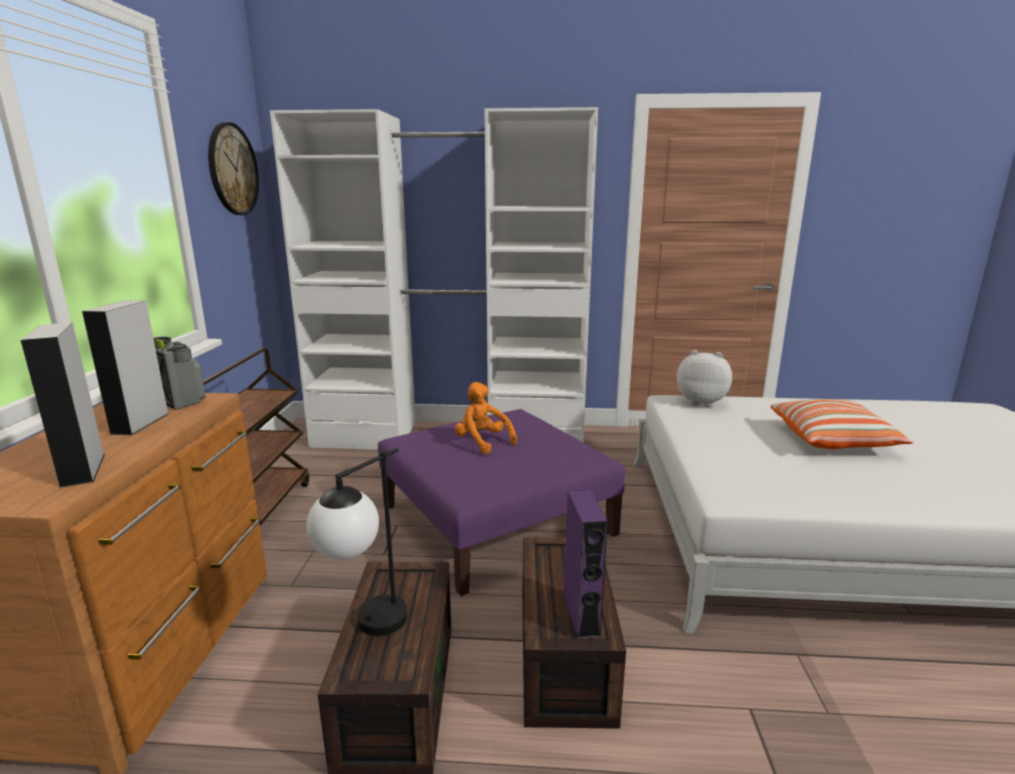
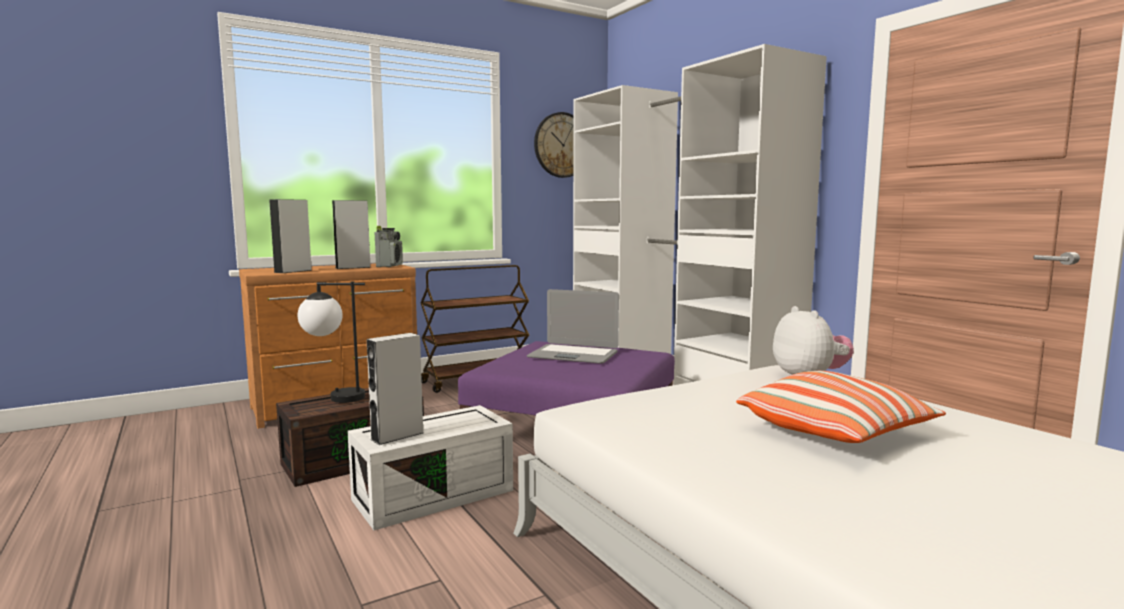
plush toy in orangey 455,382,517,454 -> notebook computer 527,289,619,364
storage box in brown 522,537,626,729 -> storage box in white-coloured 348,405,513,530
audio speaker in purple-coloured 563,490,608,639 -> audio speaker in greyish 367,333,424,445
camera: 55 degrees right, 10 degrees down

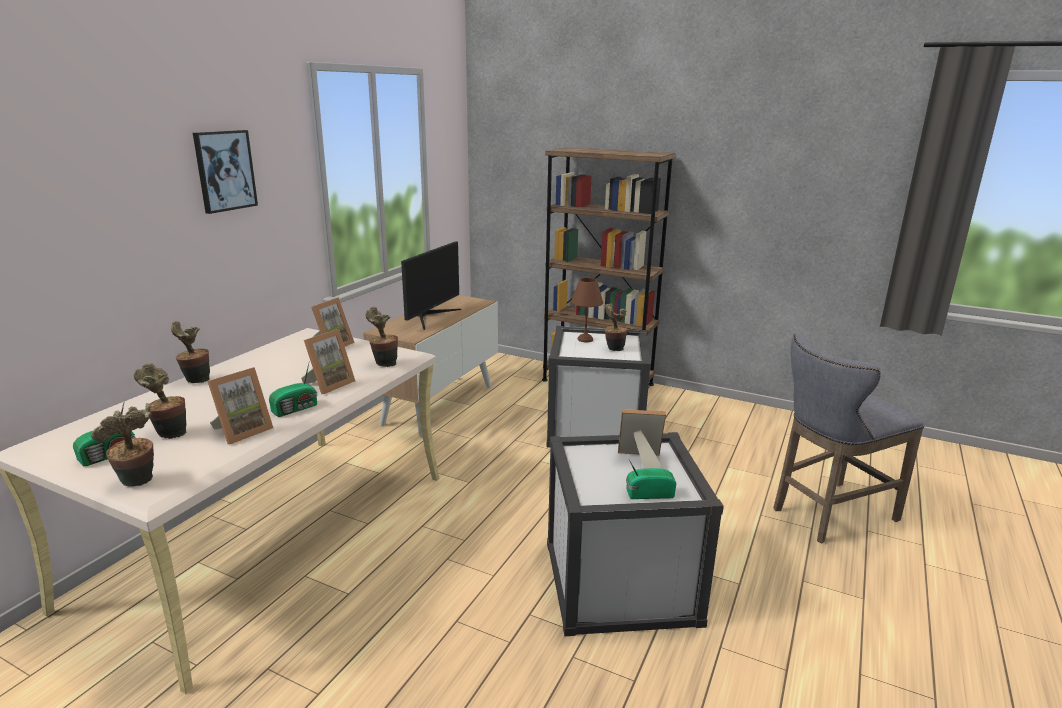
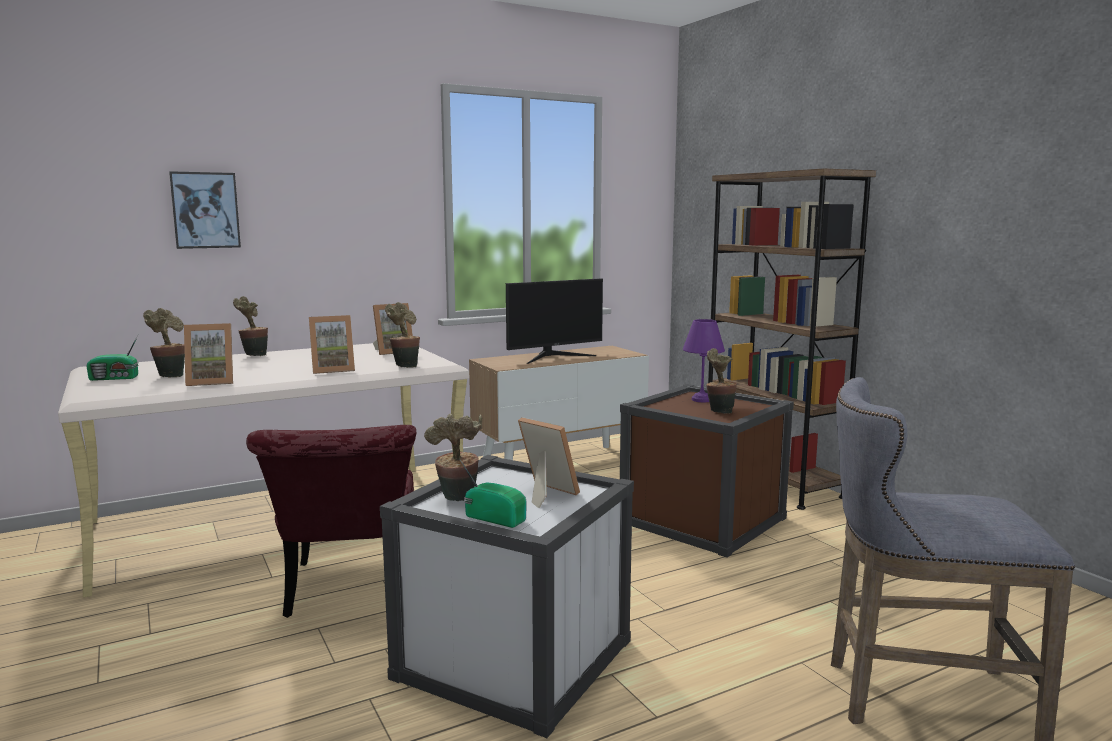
houseplant 91,403,154,487 -> houseplant 424,413,482,501, moved
wall picture 193,130,258,214 -> wall picture 169,171,241,249, moved
radio set 269,363,317,417 -> none
storage box in white-coloured 546,326,651,448 -> storage box in brown 620,384,794,558
table lamp in brown 571,278,603,342 -> table lamp in purple-coloured 683,319,725,402
none -> chair in red-coloured 246,425,416,618
camera: 35 degrees right, 10 degrees down

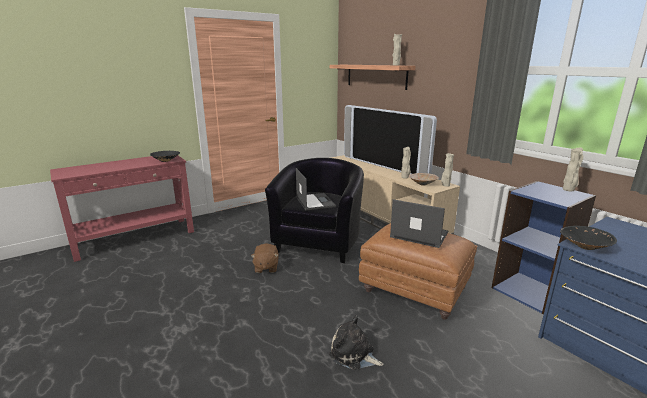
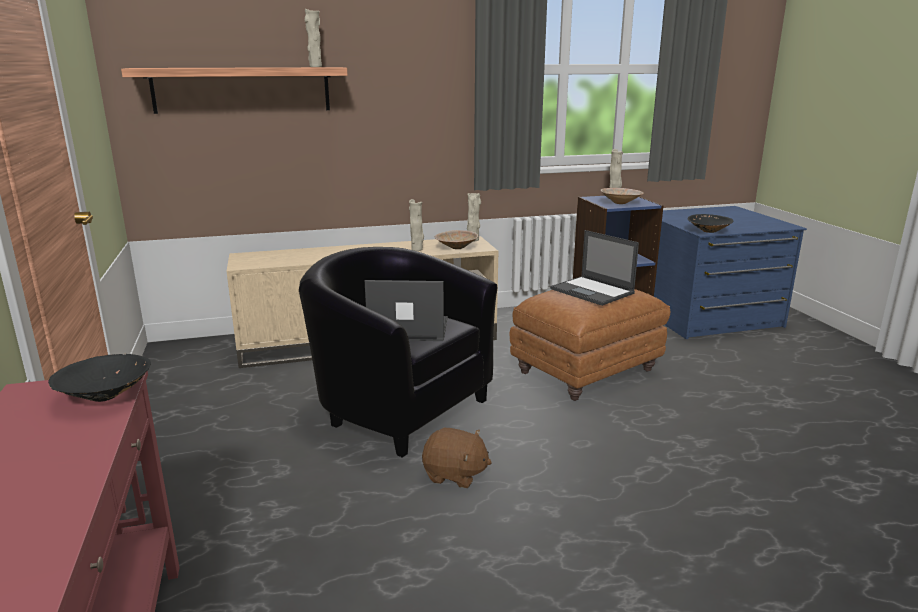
plush toy 329,315,384,370 -> none
television 344,105,437,174 -> none
notebook computer 390,199,448,248 -> notebook computer 550,230,639,306, 90 degrees counterclockwise
none -> serving bowl in beige 601,188,644,204
camera: 70 degrees left, 0 degrees up

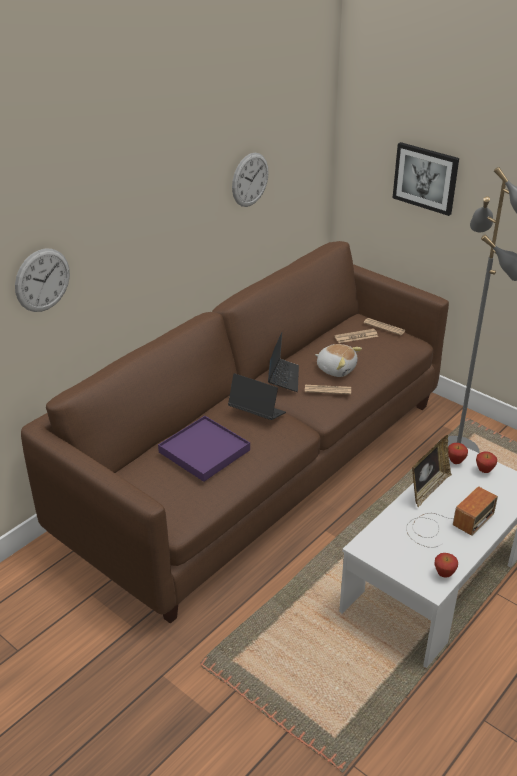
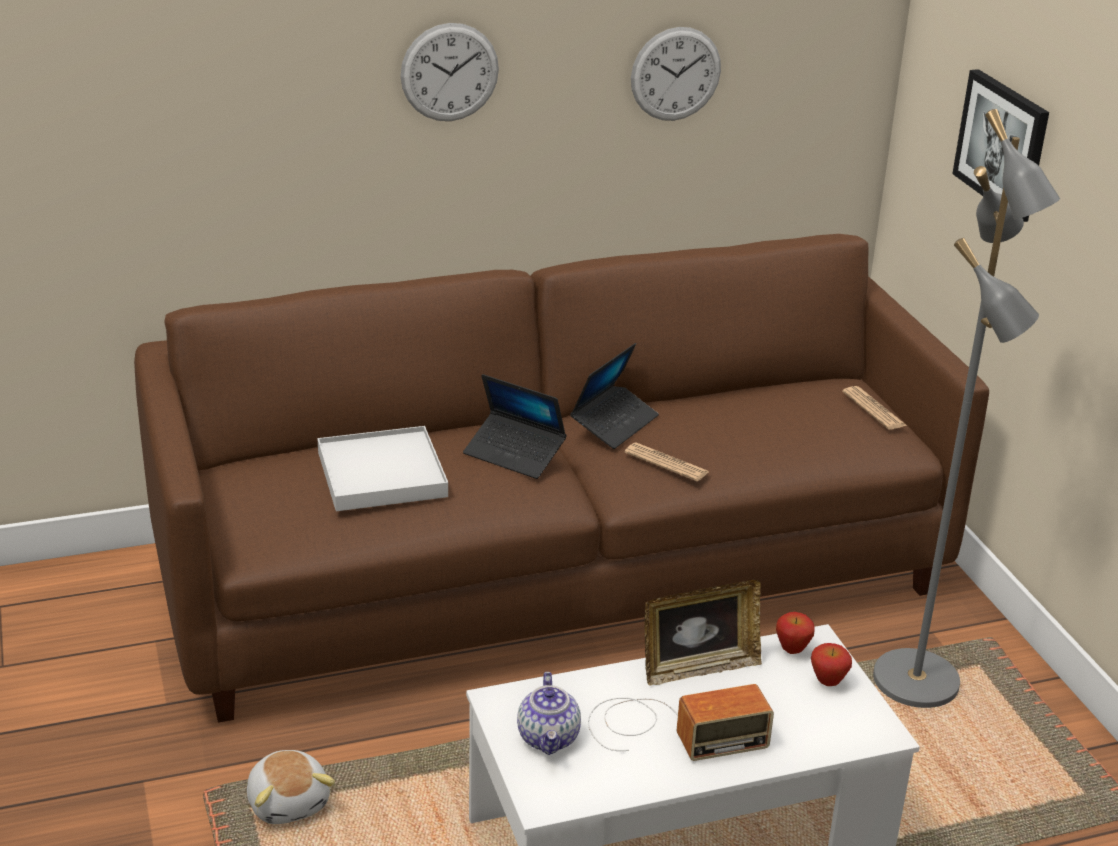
clock on the wall 15,248,70,312 -> clock on the wall 400,23,499,121, moved
serving tray in purple-coloured 158,416,250,482 -> serving tray in white-coloured 317,426,448,511
notebook computer 228,373,286,420 -> notebook computer 463,374,567,479, 150 degrees clockwise
plush toy 315,344,362,377 -> plush toy 247,750,335,824, moved
newspaper 334,329,378,343 -> none
apple fruit 435,553,458,578 -> none
none -> pot for tea 517,672,581,755
camera: 30 degrees right, 5 degrees down

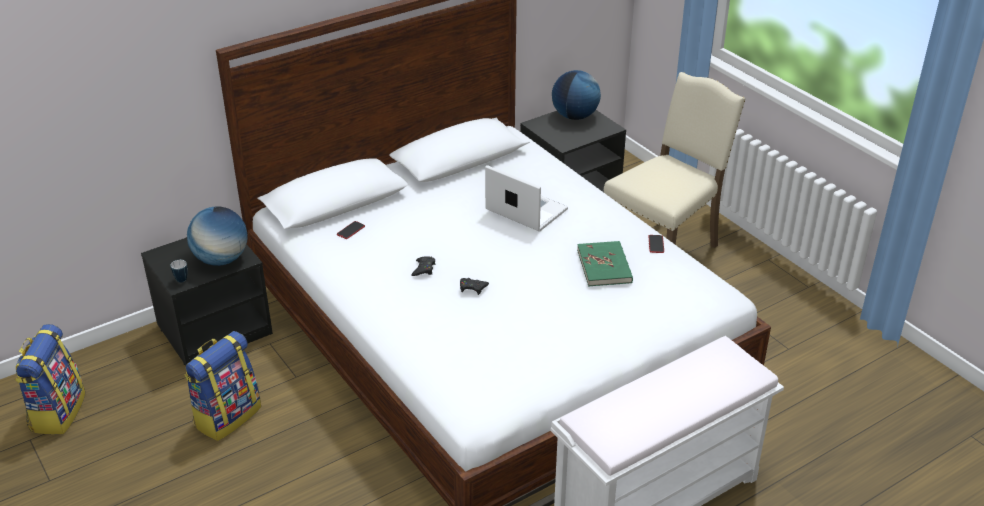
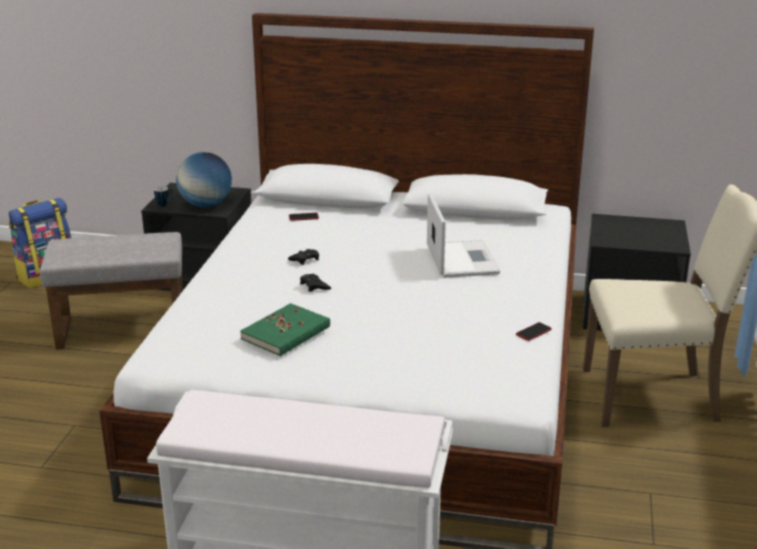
rucksack 184,331,261,441 -> ottoman in greyish 40,232,183,350
desk globe 552,70,601,120 -> none
volume in greenish 577,241,633,286 -> volume in greenish 240,303,330,356, moved
camera: 45 degrees right, 10 degrees down

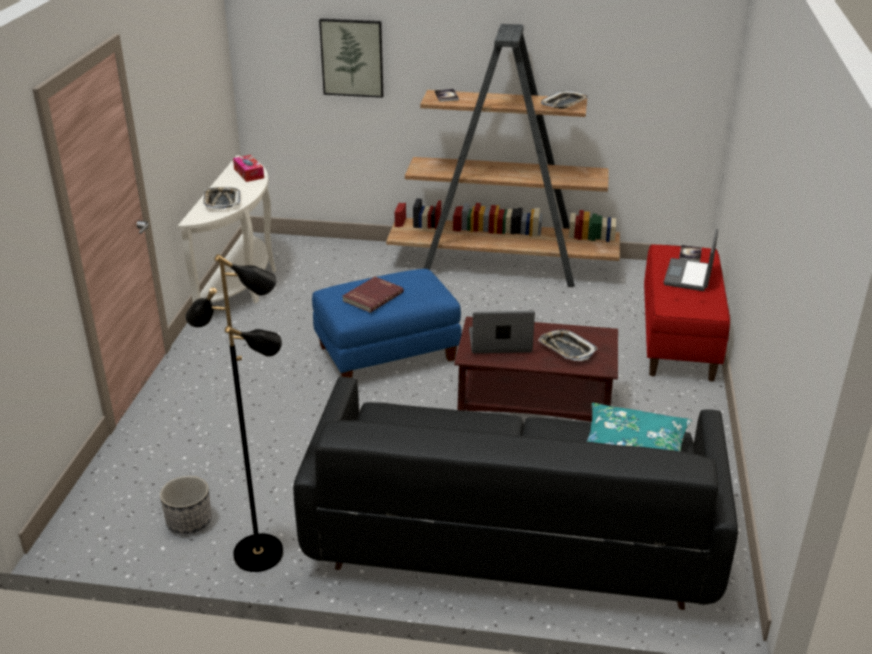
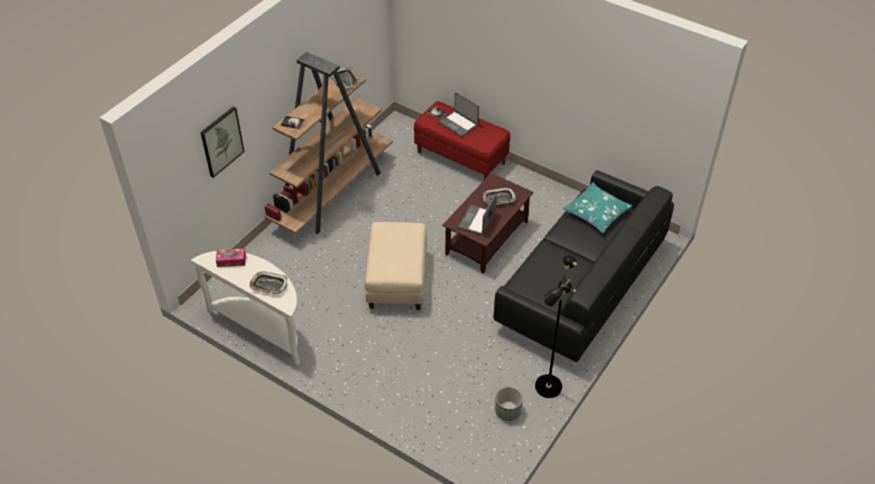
ottoman in blue-coloured 312,269,462,378 -> ottoman in beige 365,222,427,310
volume in red-coloured 343,277,404,313 -> none
camera: 65 degrees left, 15 degrees up

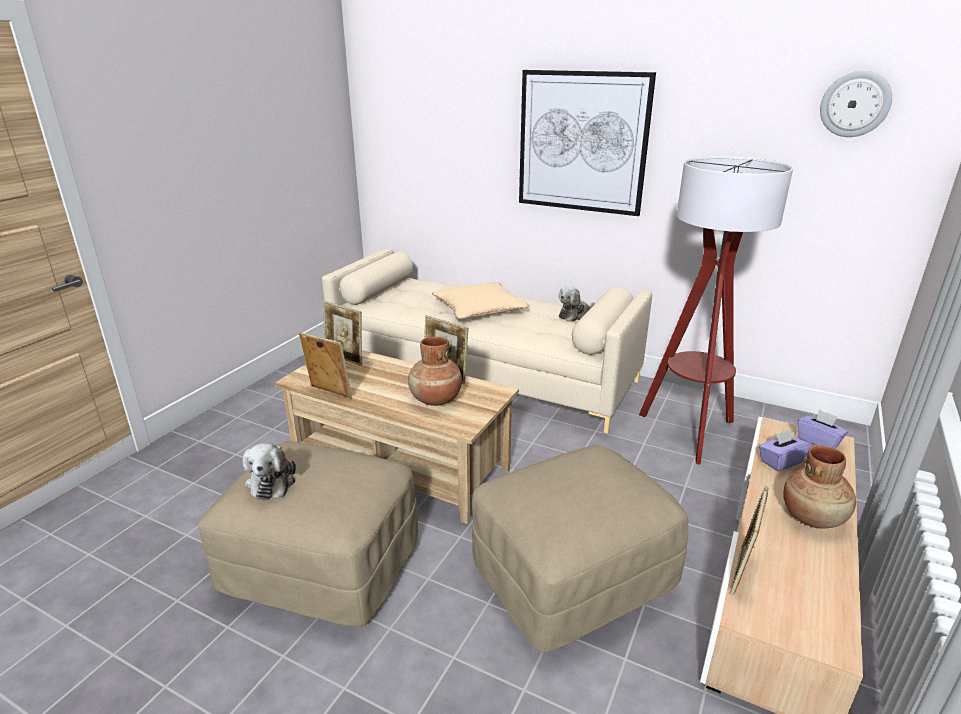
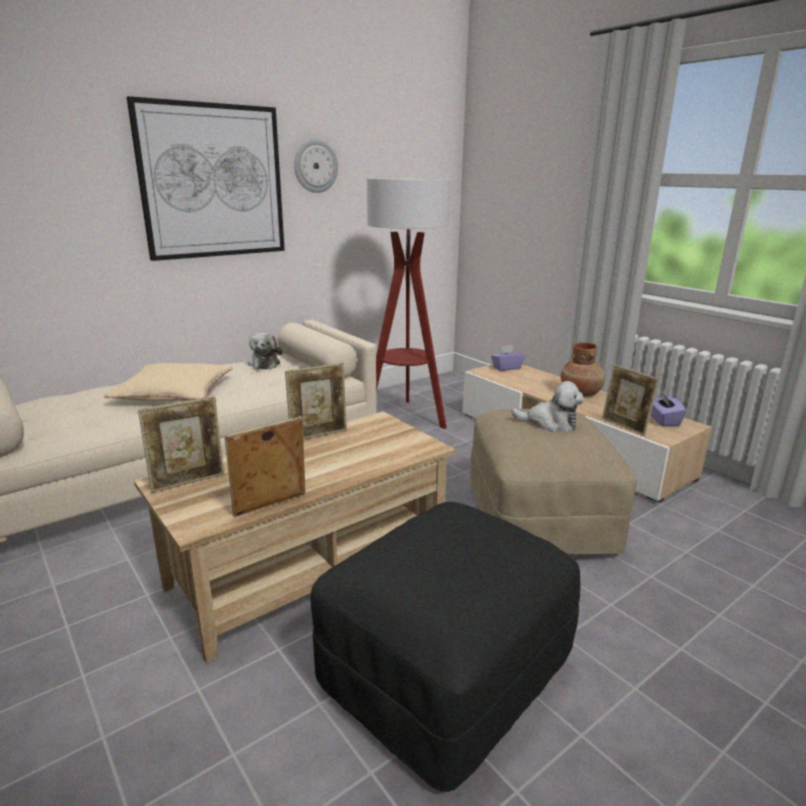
ottoman in beige 198,441,418,627 -> ottoman in black-coloured 311,502,581,792
plush toy 243,443,296,499 -> plush toy 512,381,584,432, moved
decorative vase in brown 408,336,462,406 -> none
box of tissues in purple-coloured 759,429,811,471 -> box of tissues in purple-coloured 650,392,686,426, moved
clock on the wall 820,71,892,137 -> clock on the wall 294,139,338,193, moved
camera: 65 degrees left, 5 degrees down

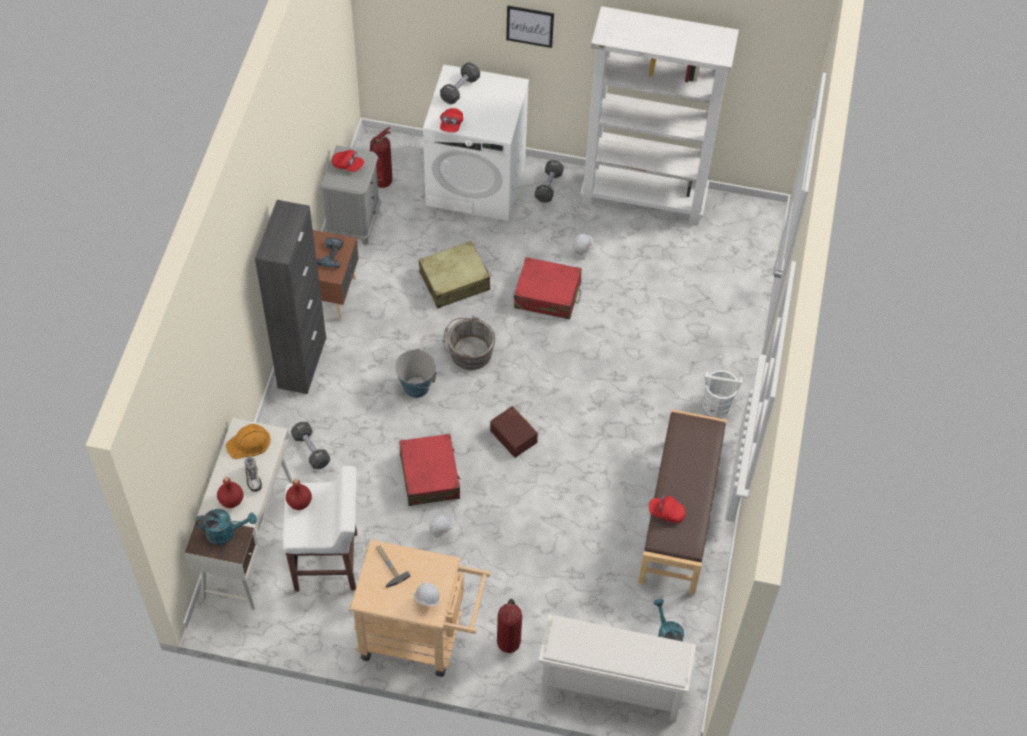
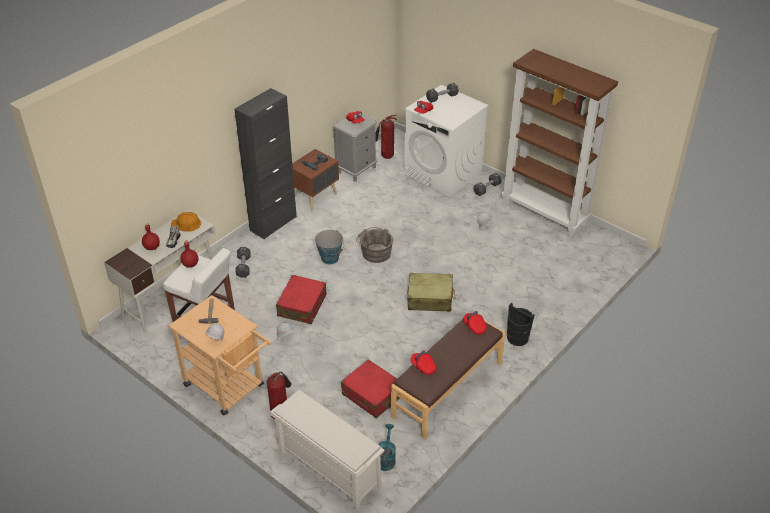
watering pot in turquoise-coloured 195,509,257,545 -> none
suitcase in beige 419,241,490,308 -> suitcase in beige 407,273,455,312, moved
storage box in brown 490,406,538,458 -> none
wall picture 506,5,554,48 -> none
suitcase in red-coloured 514,257,582,319 -> suitcase in red-coloured 341,359,400,418, moved
shelving unit in white-coloured 580,6,739,225 -> shelving unit in brown 501,49,618,238
pail in white-coloured 703,370,743,418 -> pail in black-coloured 507,303,535,346
none -> baseball cap in red-coloured 463,311,487,335
camera: 30 degrees right, 15 degrees down

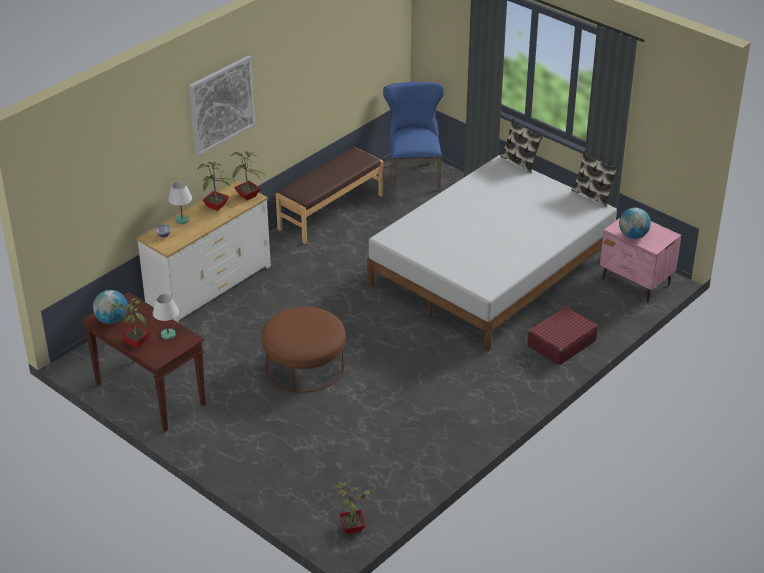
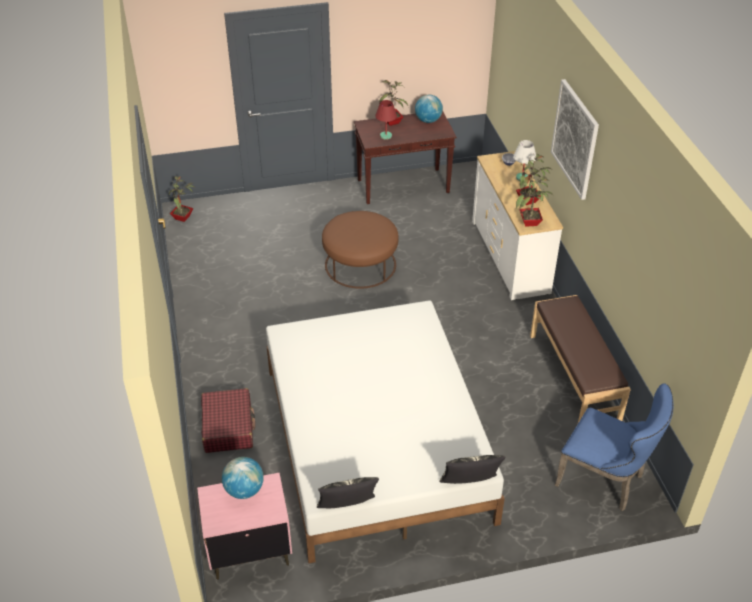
table lamp in white-coloured 153,294,179,340 -> table lamp in red-coloured 375,100,397,140
camera: 125 degrees right, 5 degrees up

